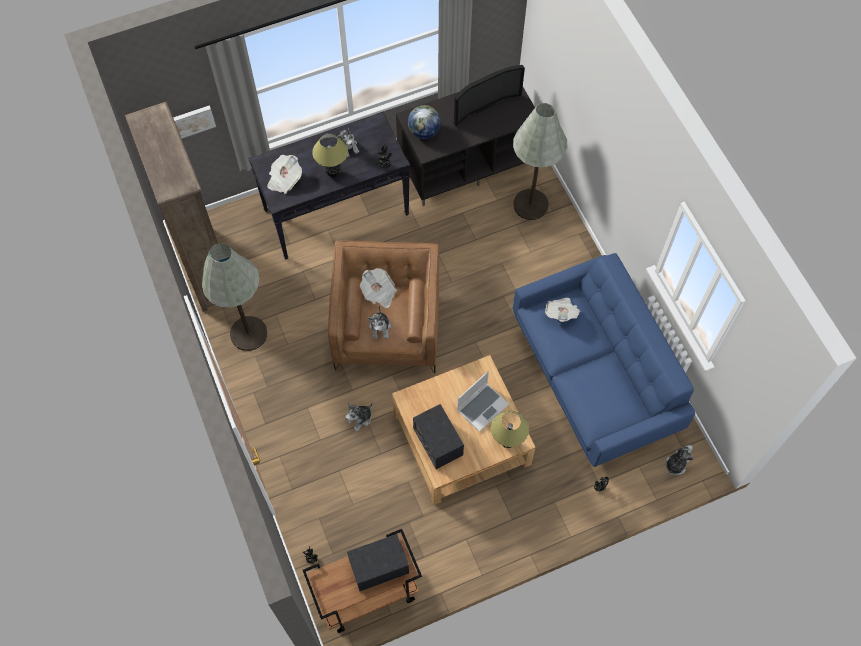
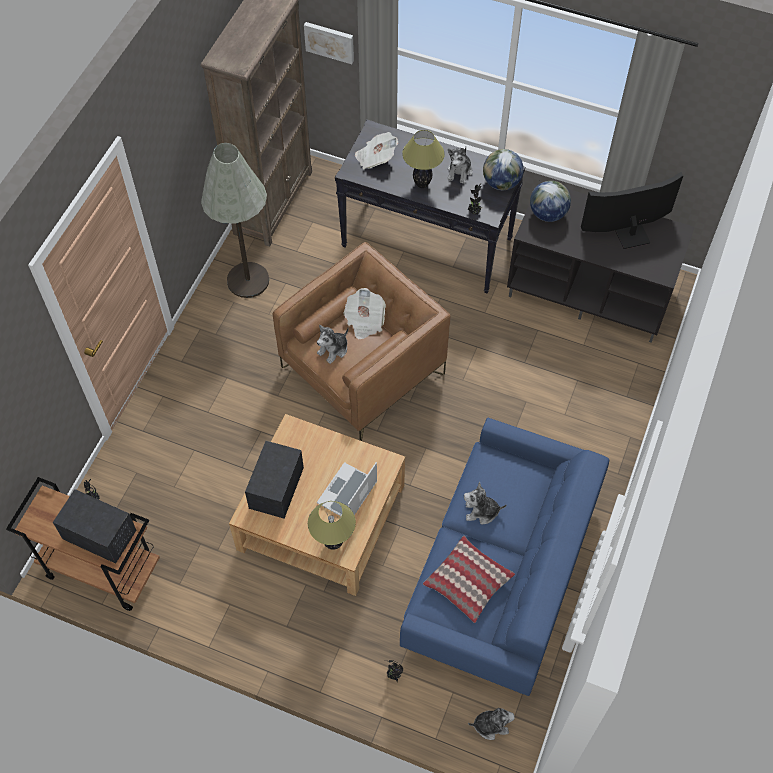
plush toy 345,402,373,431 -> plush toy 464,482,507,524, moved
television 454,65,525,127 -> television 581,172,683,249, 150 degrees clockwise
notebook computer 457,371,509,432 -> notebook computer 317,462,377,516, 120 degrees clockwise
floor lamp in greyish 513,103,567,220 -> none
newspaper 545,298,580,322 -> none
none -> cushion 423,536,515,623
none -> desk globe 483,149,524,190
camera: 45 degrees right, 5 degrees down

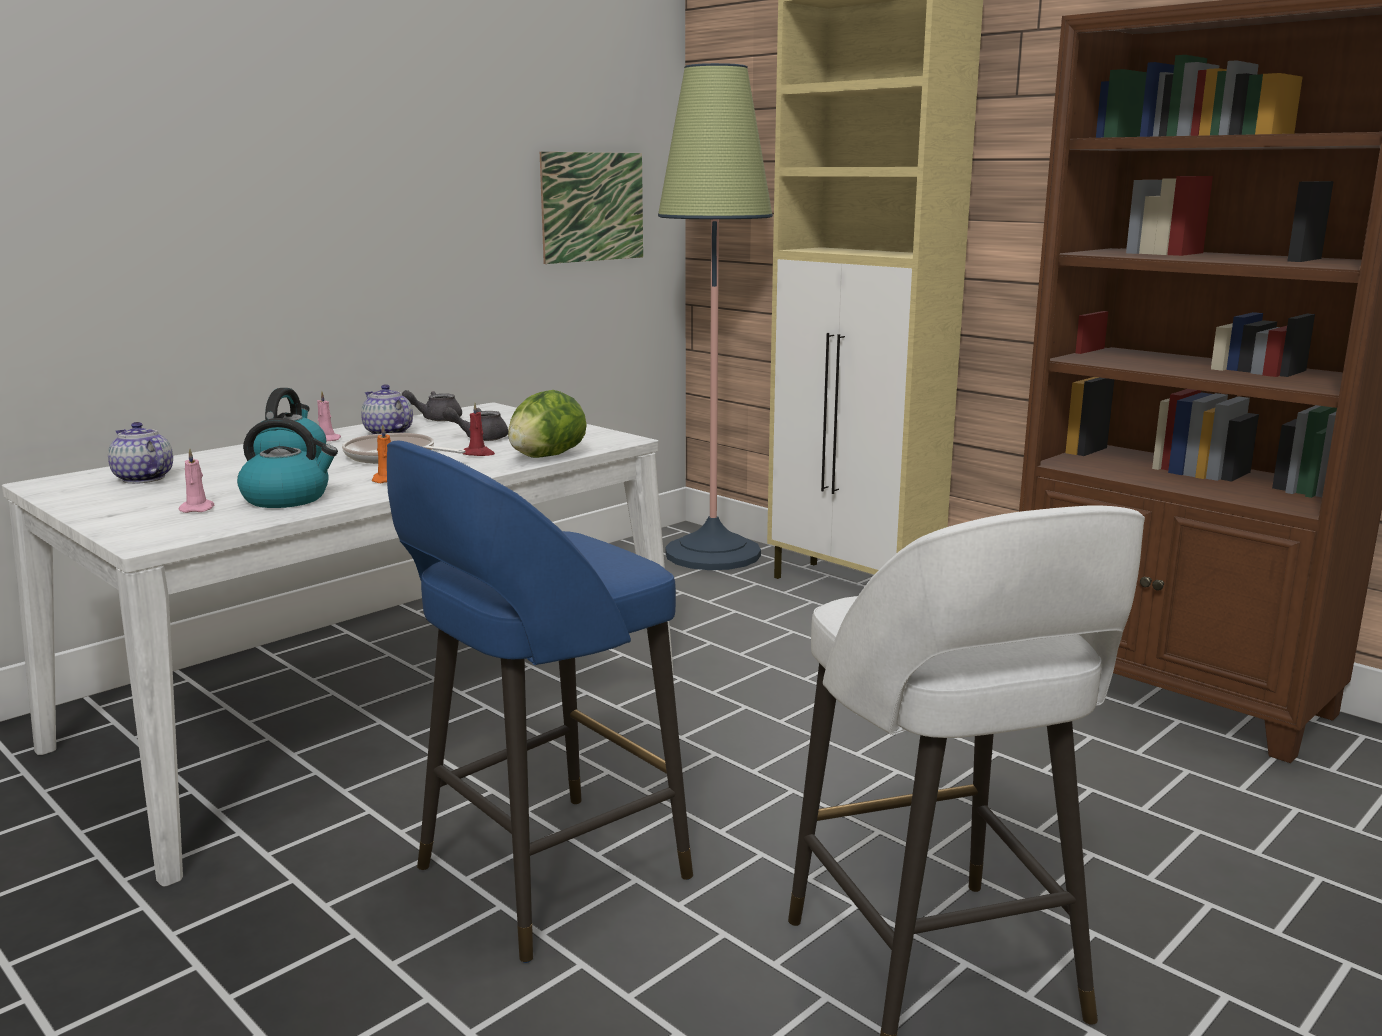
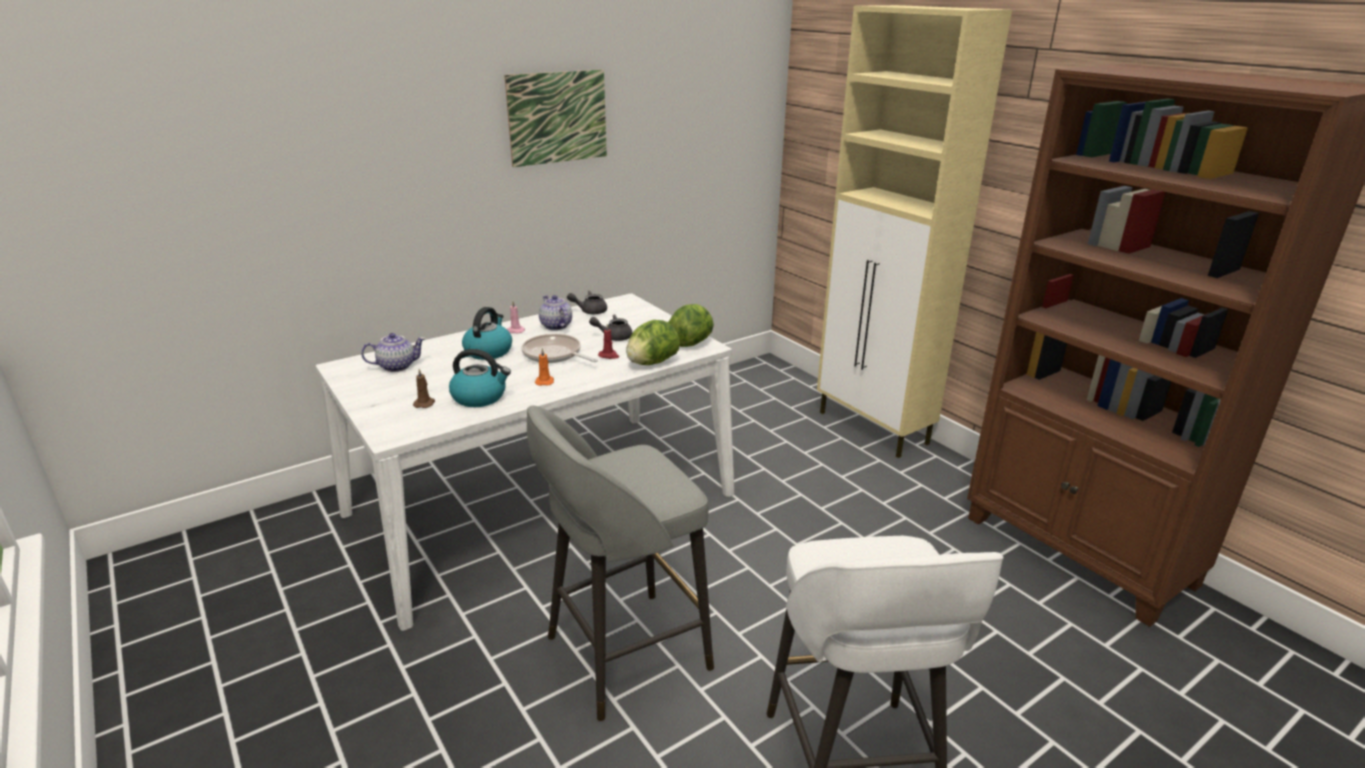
pot for tea 108,422,173,484 -> pot for tea 361,333,426,372, 105 degrees clockwise
candle in pinkish 179,448,214,513 -> candle in brown 413,369,435,408
sitting stool in blue-coloured 387,441,693,963 -> sitting stool in greyish 527,406,714,721
wall picture 540,152,643,264 -> wall picture 504,69,607,167, moved
floor lamp 658,63,773,570 -> none
none -> head of lettuce 668,304,714,347
camera: 10 degrees right, 10 degrees up

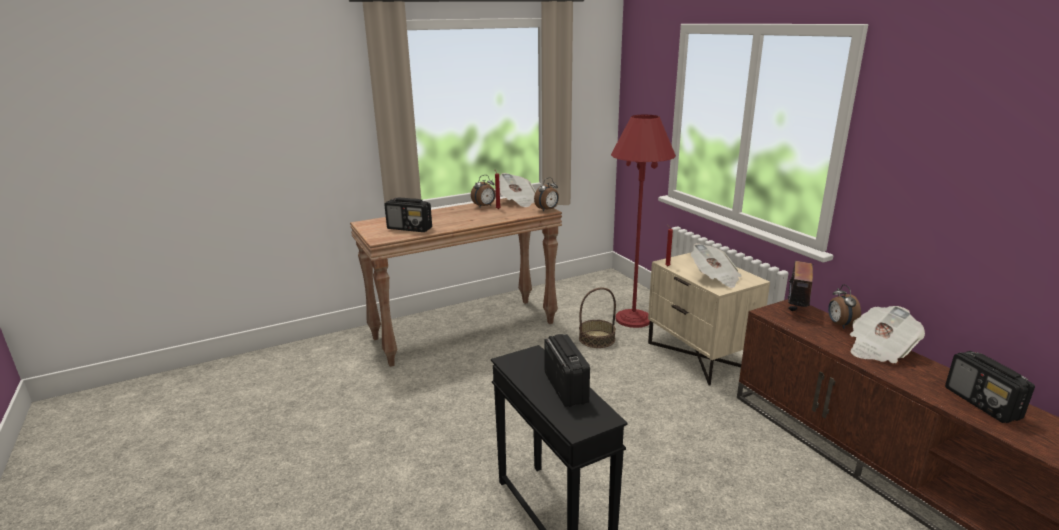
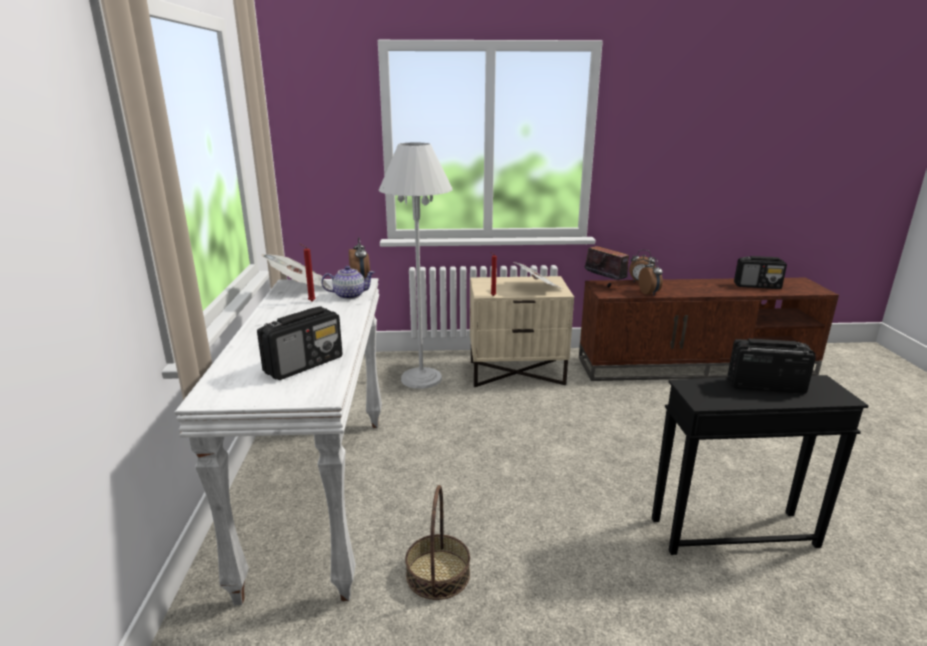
console table in brown 350,198,562,367 -> console table in white-coloured 174,278,382,605
alarm clock 471,175,496,208 -> alarm clock 638,258,663,295, moved
storage basket 579,287,616,348 -> storage basket 405,485,470,600, moved
floor lamp in red-coloured 611,115,676,328 -> floor lamp in white-coloured 379,143,453,389
newspaper 850,306,925,363 -> none
none -> pot for tea 321,266,375,299
camera: 65 degrees left, 0 degrees up

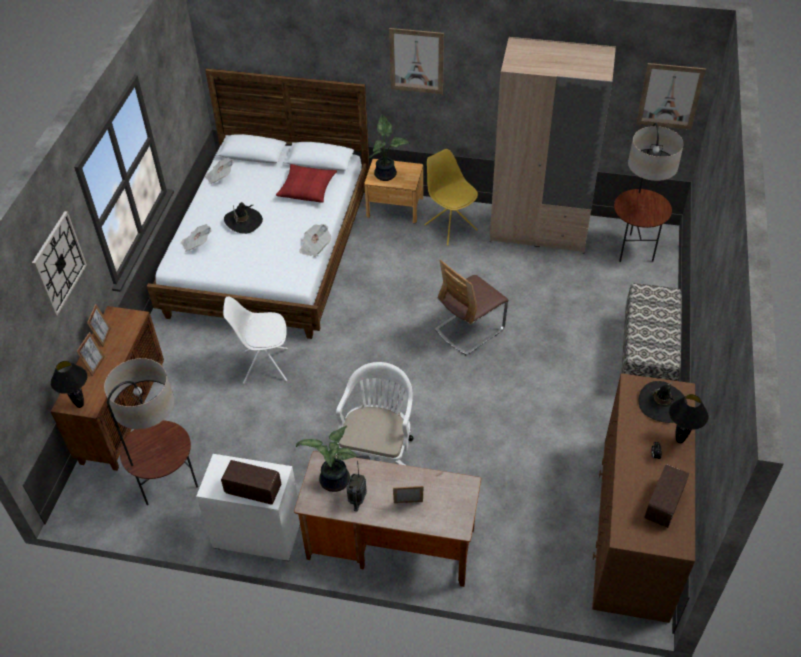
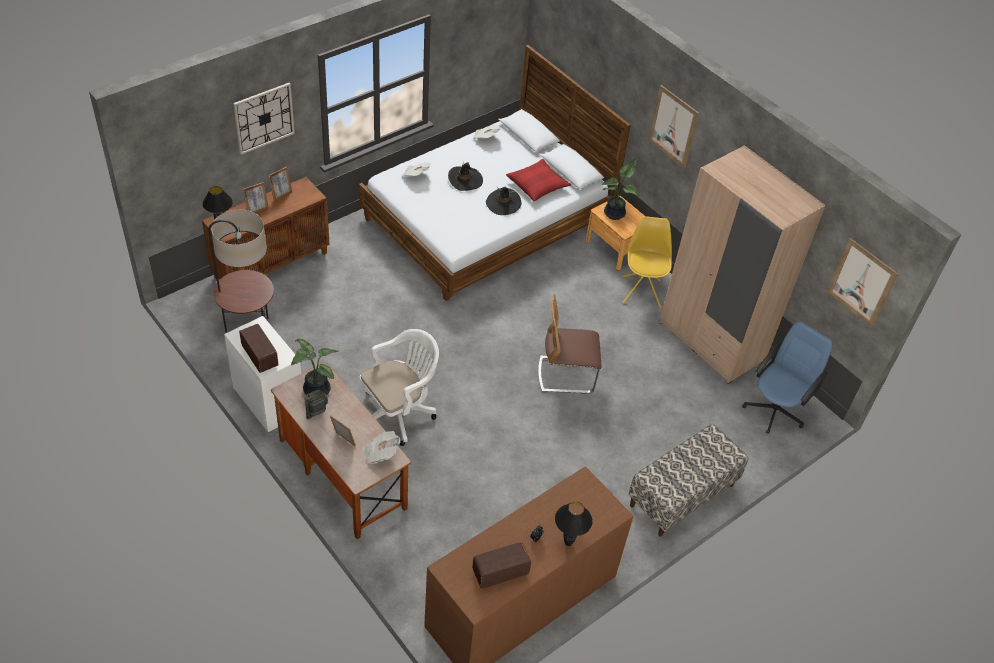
chair in white-coloured 223,296,288,384 -> none
newspaper 299,224,331,257 -> newspaper 362,431,401,464, moved
floor lamp 614,123,684,262 -> desk chair in blue-coloured 742,321,833,434
wearable hat in black-coloured 639,381,687,423 -> wearable hat in black-coloured 486,186,522,215, moved
camera: 35 degrees right, 0 degrees up

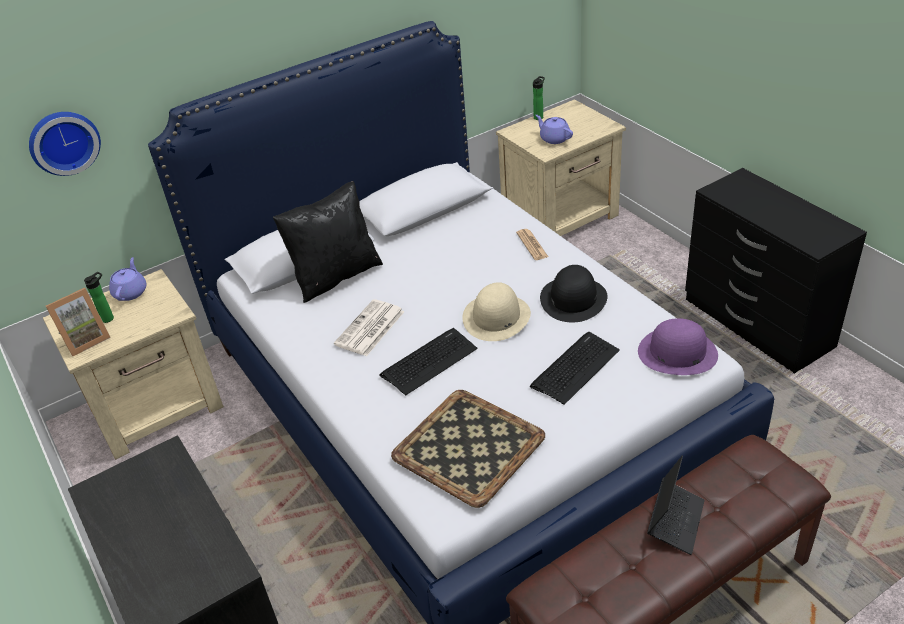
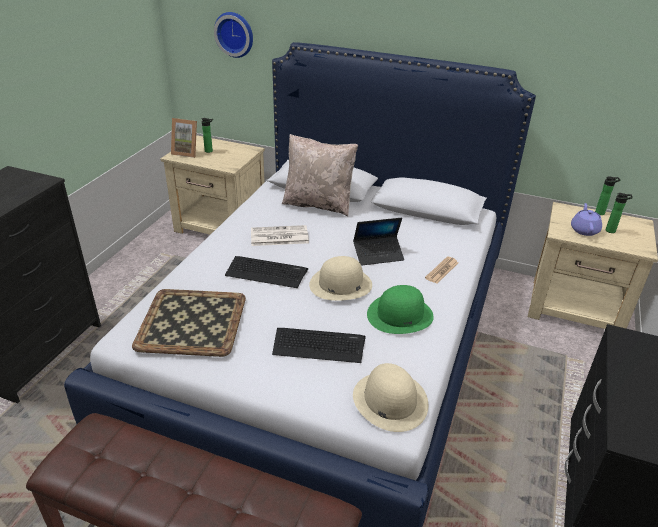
pot for tea in purple-coloured 109,257,147,301 -> none
cushion in black-coloured 273,181,383,303 -> cushion in beige 282,134,358,216
wearable hat in black-coloured 540,265,607,322 -> wearable hat in greenish 367,285,434,334
wearable hat in purple-coloured 638,318,718,375 -> wearable hat in beige 353,363,428,432
notebook computer 647,455,705,555 -> notebook computer 353,217,404,266, moved
none -> beverage bottle 605,193,633,233
camera: 50 degrees right, 5 degrees down

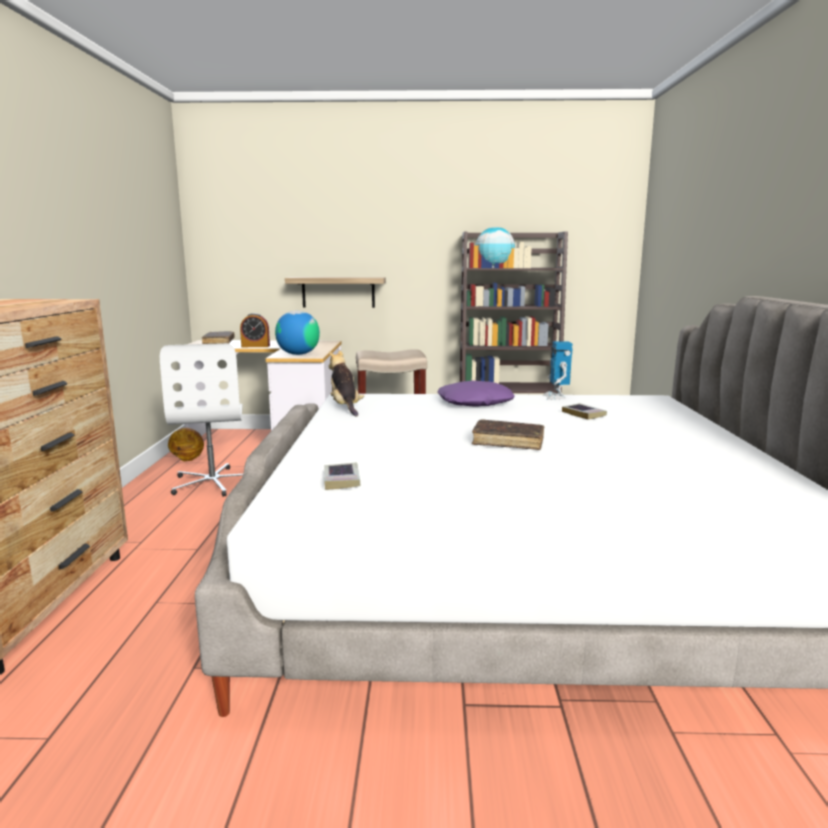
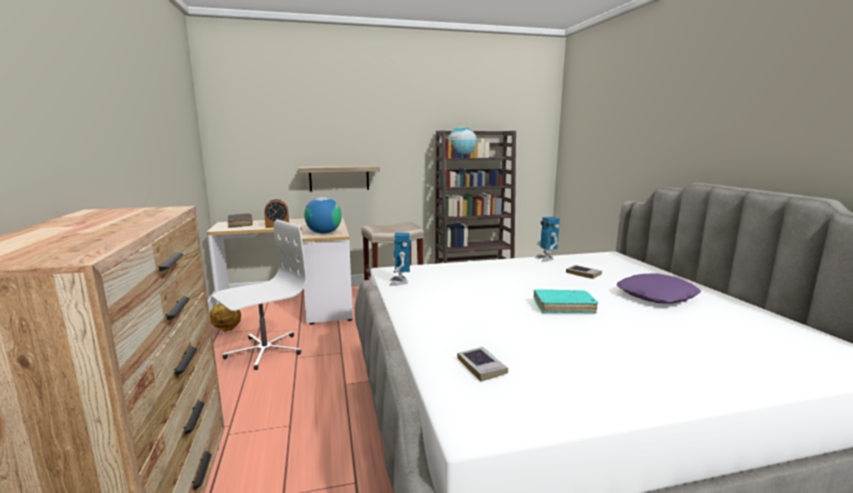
desk chair in white-coloured 160,343,243,497 -> desk chair in white-coloured 213,219,307,370, 105 degrees counterclockwise
plush toy 329,350,364,417 -> toy robot 389,233,411,286
cushion in purple-coloured 437,381,515,407 -> cushion in purple-coloured 617,274,701,304, moved
volume in brown 472,419,544,450 -> volume in turquoise-coloured 534,289,598,313
camera: 15 degrees left, 0 degrees up

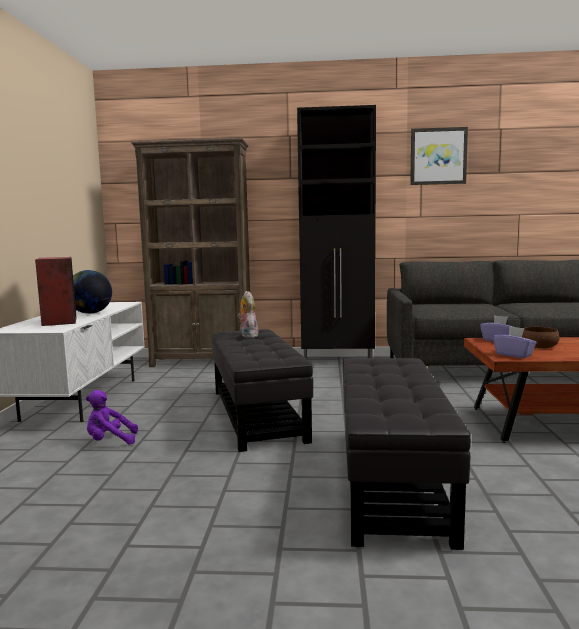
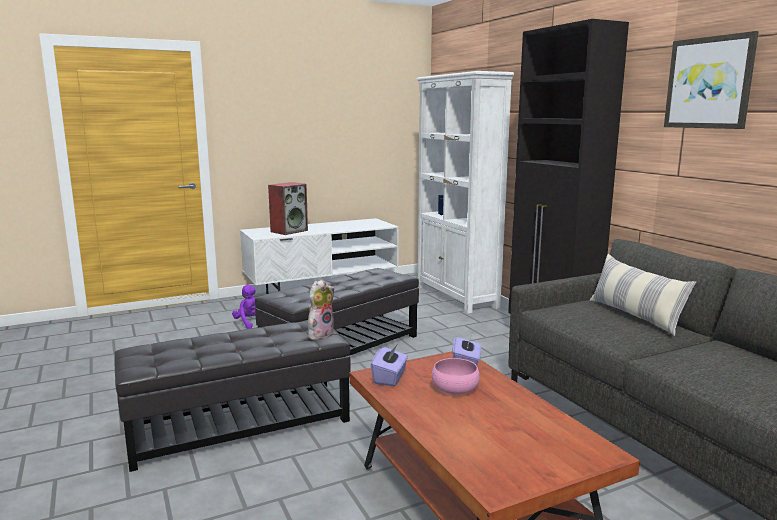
desk globe 73,270,112,314 -> none
shelving unit in brown 131,138,250,367 -> shelving unit in white-coloured 417,71,514,314
plush toy 237,291,258,338 -> plush toy 307,279,334,341, moved
serving bowl in brown 522,327,560,349 -> serving bowl in pinkish 432,358,480,395
none -> cushion 590,254,696,336
camera: 60 degrees right, 5 degrees up

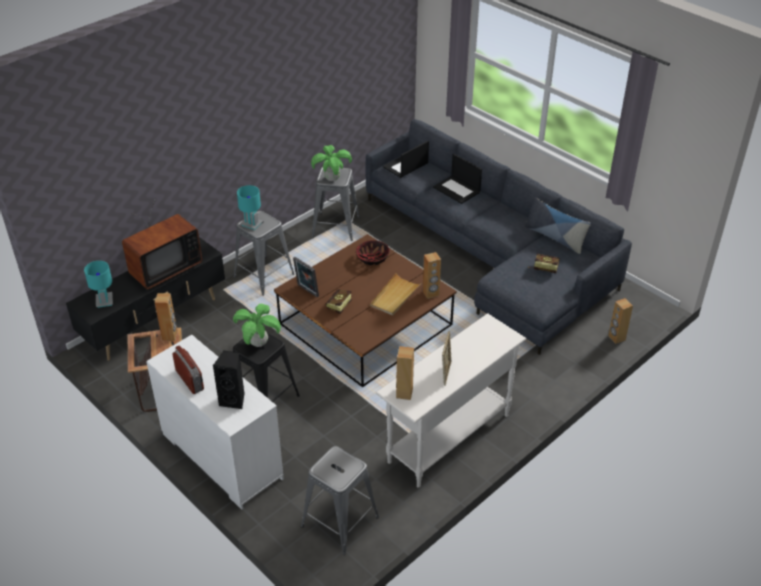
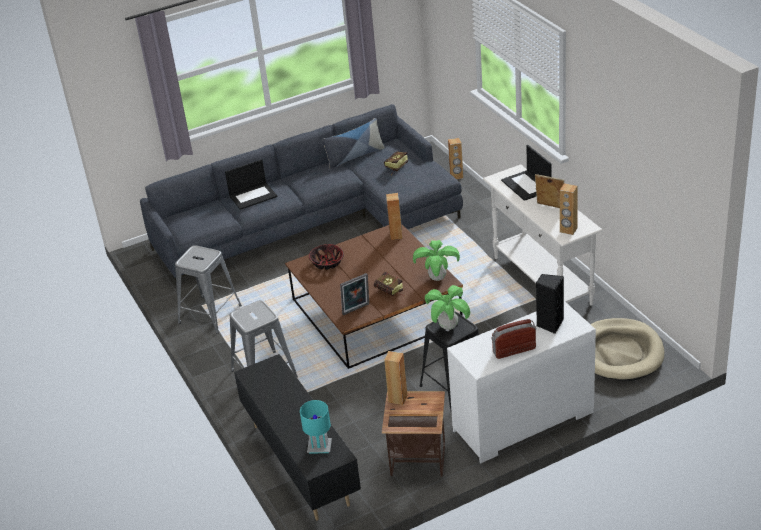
television 122,198,202,289 -> none
table lamp in turquoise-coloured 237,185,263,230 -> none
sitting stool in greyish 301,446,379,555 -> pet bed in beige 591,318,664,381
houseplant 311,145,352,181 -> houseplant 413,240,460,281, moved
serving tray in beige 370,273,421,316 -> none
notebook computer 383,141,429,178 -> notebook computer 501,145,552,201, moved
camera: 70 degrees left, 5 degrees down

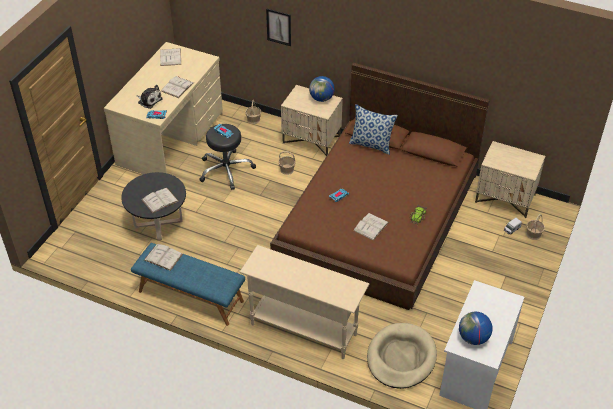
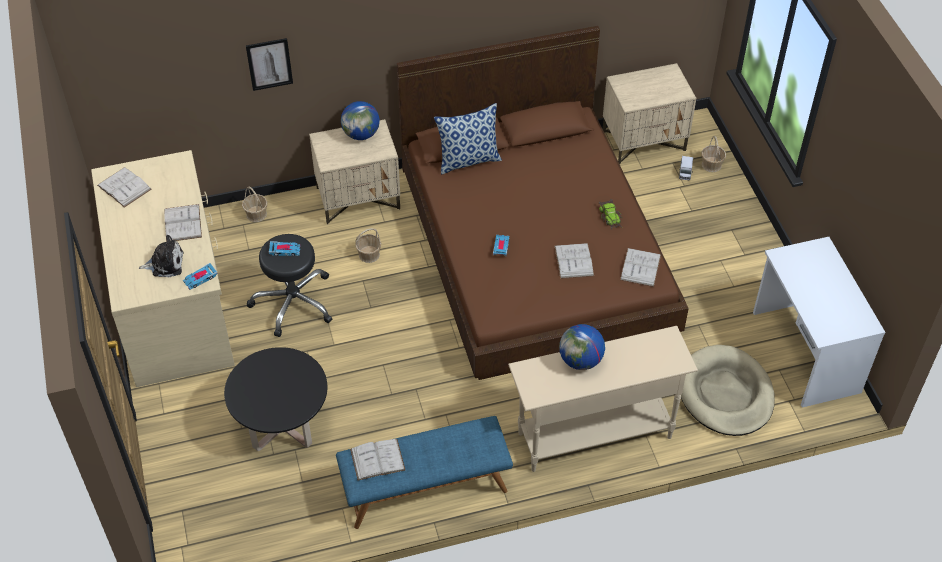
volume in white-coloured 142,188,178,213 -> volume in white-coloured 620,248,661,287, moved
desk globe 459,311,493,345 -> desk globe 559,324,605,370, moved
camera: 40 degrees left, 5 degrees up

